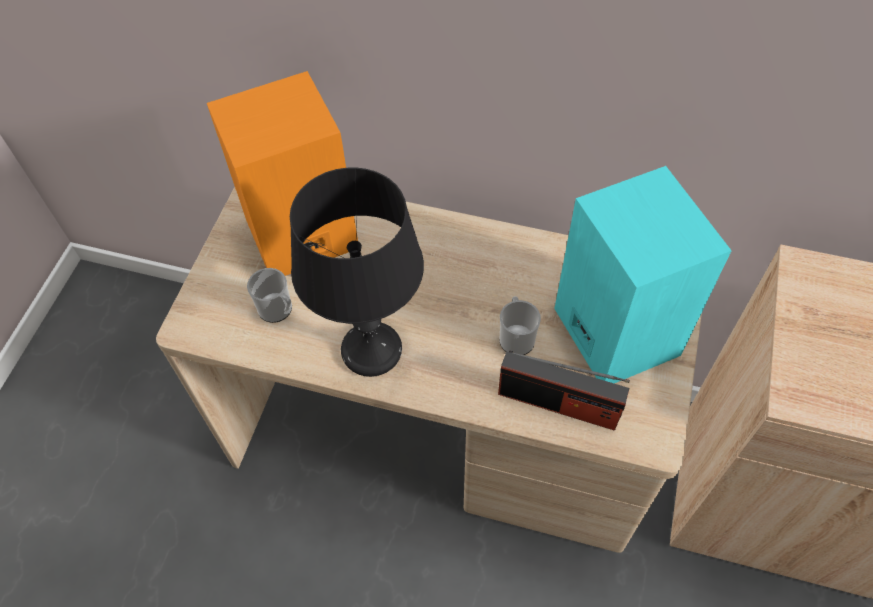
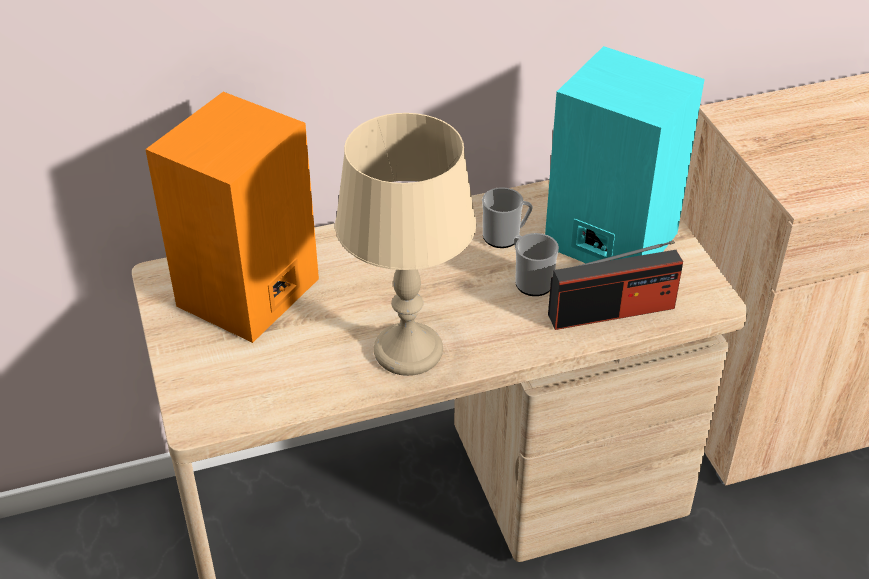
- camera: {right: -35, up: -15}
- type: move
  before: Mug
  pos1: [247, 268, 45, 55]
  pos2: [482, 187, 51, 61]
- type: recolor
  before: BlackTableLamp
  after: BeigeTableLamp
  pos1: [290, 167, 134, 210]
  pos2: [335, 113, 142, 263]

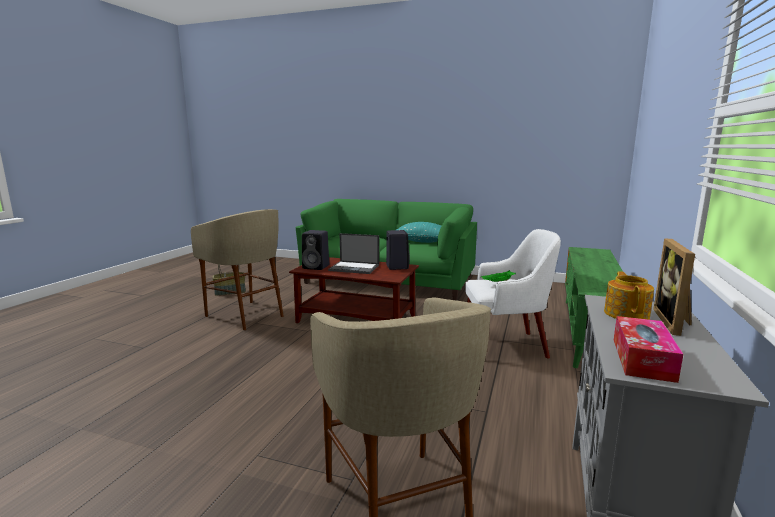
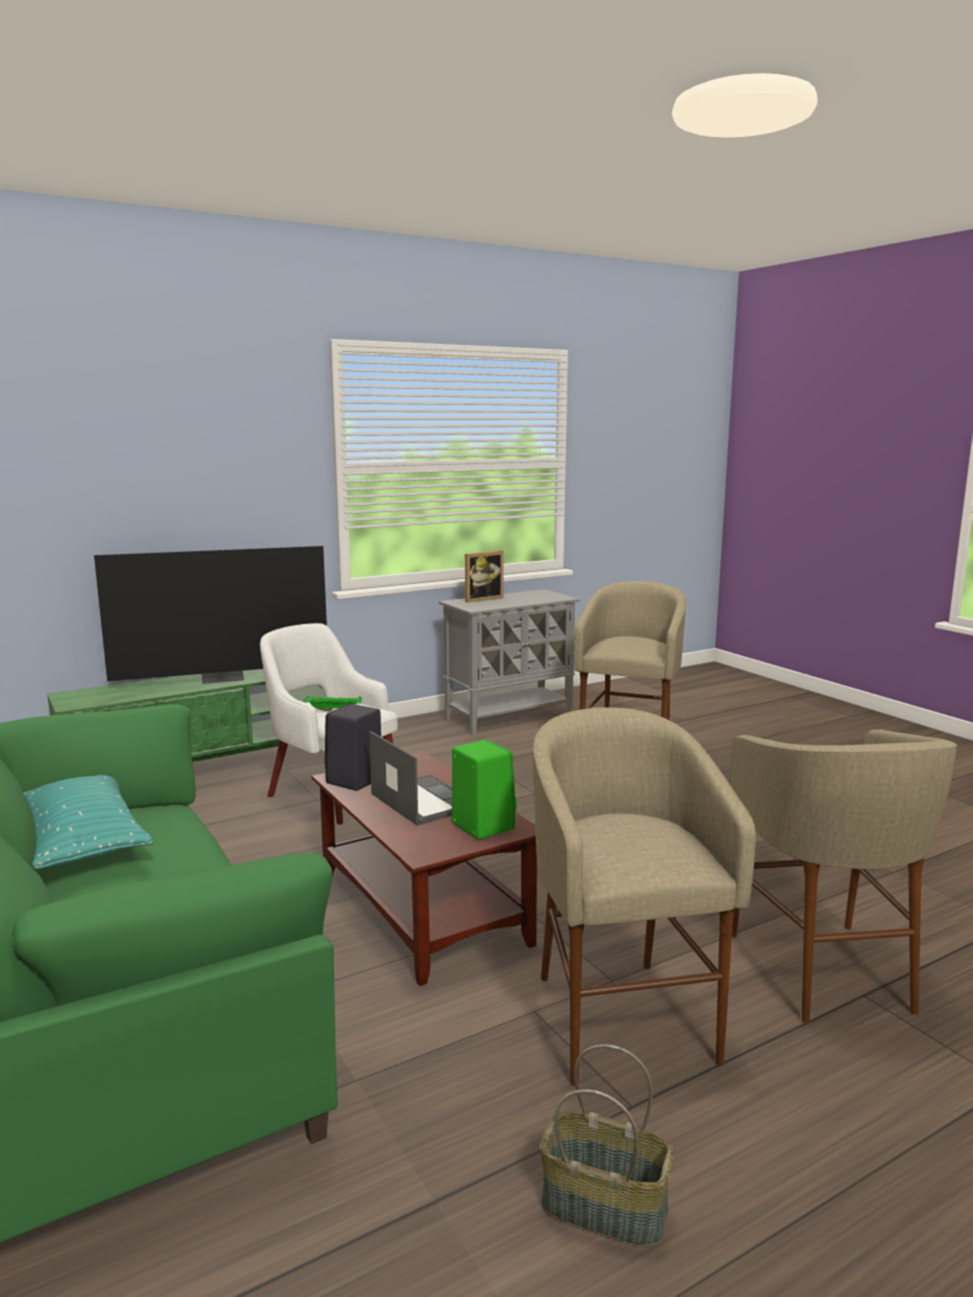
- camera: {right: -140, up: 0}
- type: recolor
  before: BlackSpeaker
  after: GreenSpeaker
  pos1: [302, 230, 27, 40]
  pos2: [452, 740, 65, 100]
- type: delete
  before: Teapot
  pos1: [604, 271, 50, 49]
- type: delete
  before: TissueBox
  pos1: [614, 316, 69, 67]
- type: insert
  after: Television
  pos2: [94, 546, 233, 138]
- type: insert
  after: BeigeStool
  pos2: [730, 730, 227, 294]

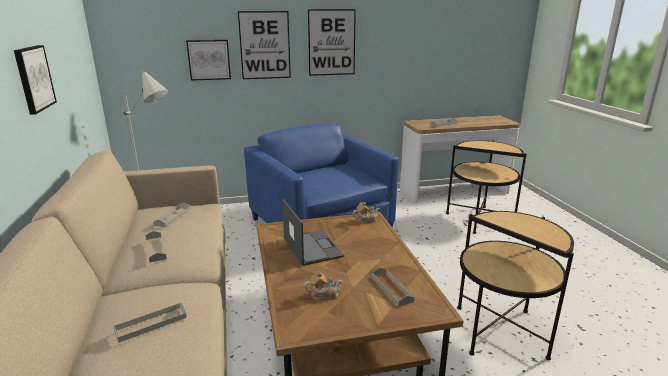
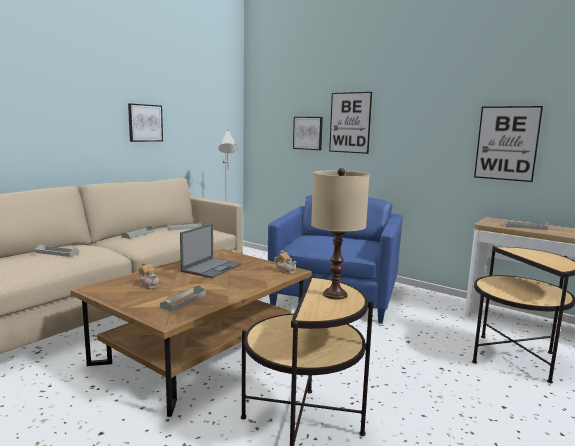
- camera: {right: 50, up: -10}
- type: move
  before: Picture
  pos1: [308, 9, 48, 67]
  pos2: [474, 106, 69, 76]
- type: insert
  after: BeigeTableLamp
  pos2: [311, 168, 59, 131]

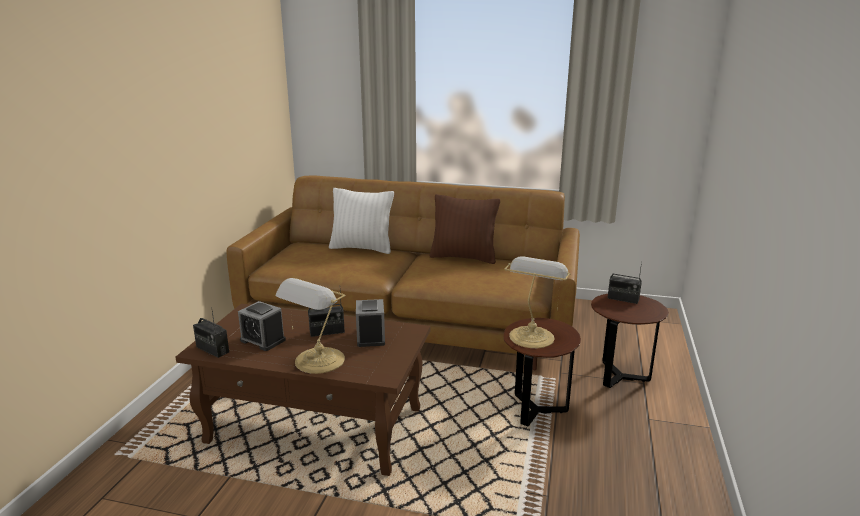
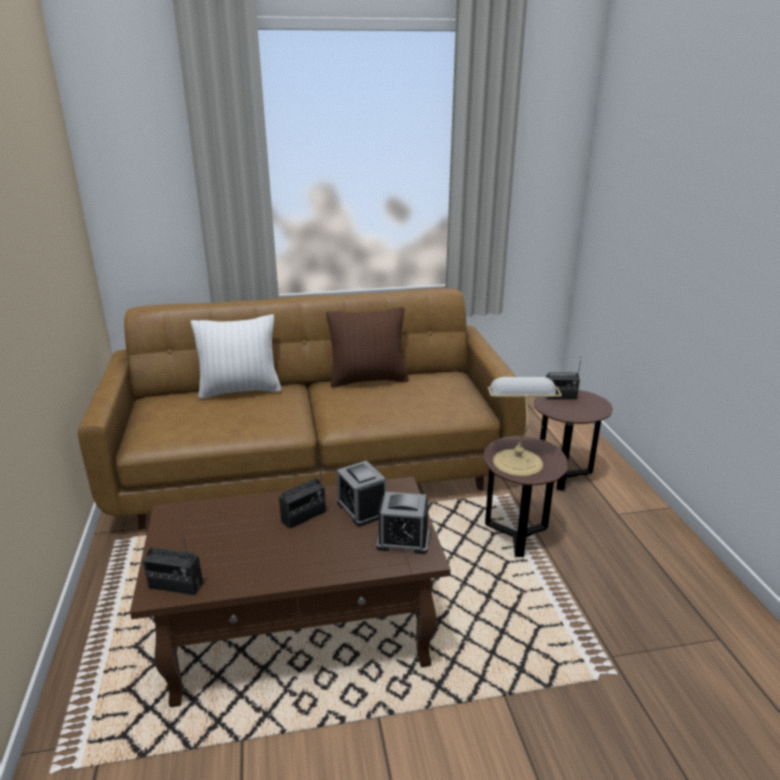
- camera: {right: -25, up: 5}
- type: move
  before: AlarmClock
  pos1: [238, 301, 48, 50]
  pos2: [377, 492, 53, 62]
- type: delete
  before: TableLamp
  pos1: [276, 278, 69, 96]

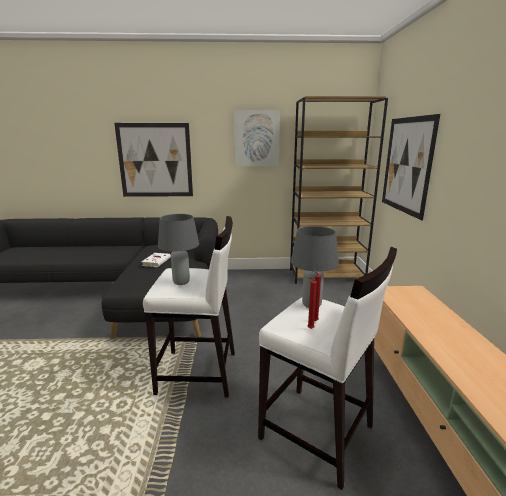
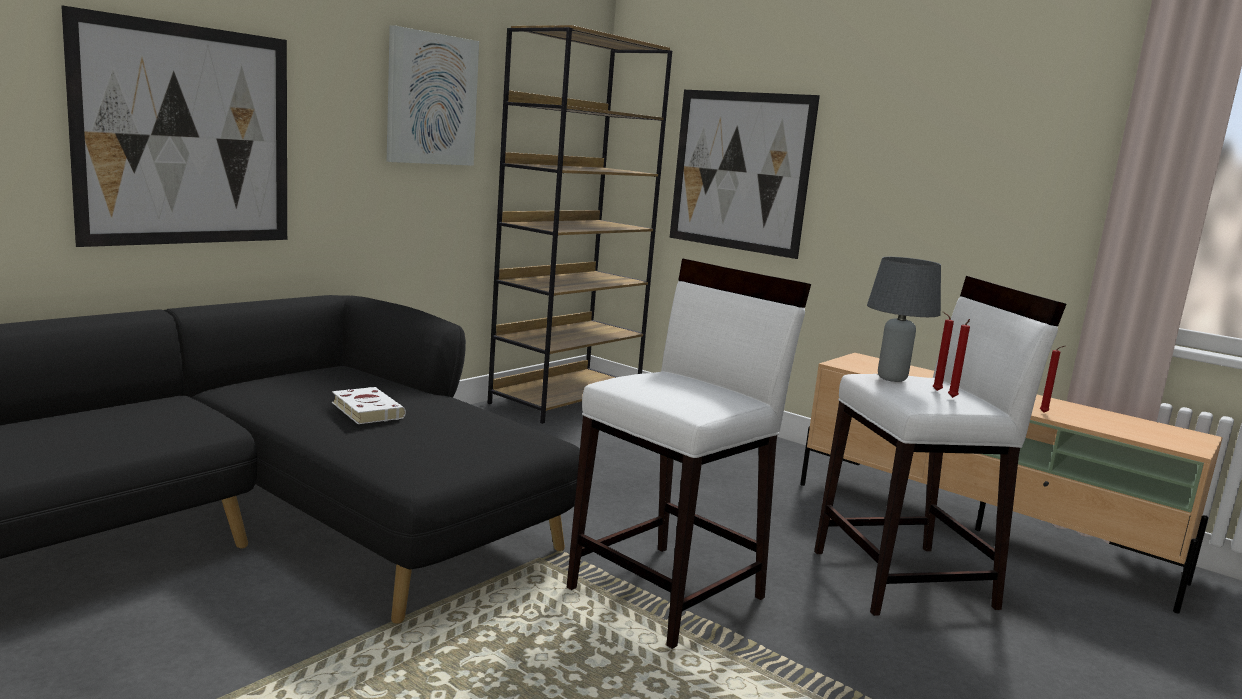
- camera: {right: -50, up: -5}
- type: delete
  before: GreyTableLamp
  pos1: [158, 214, 41, 71]
- type: insert
  after: RedCandle
  pos2: [1040, 345, 26, 68]

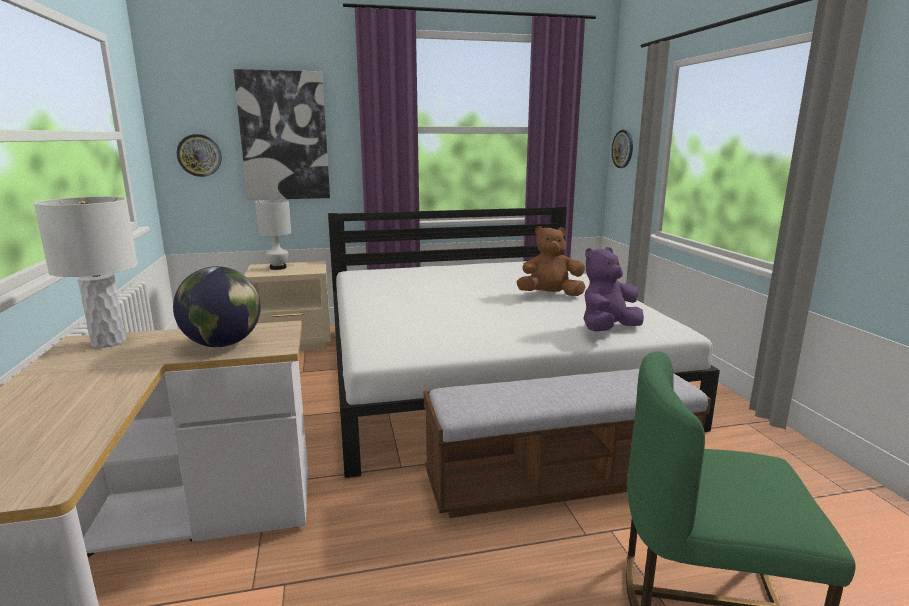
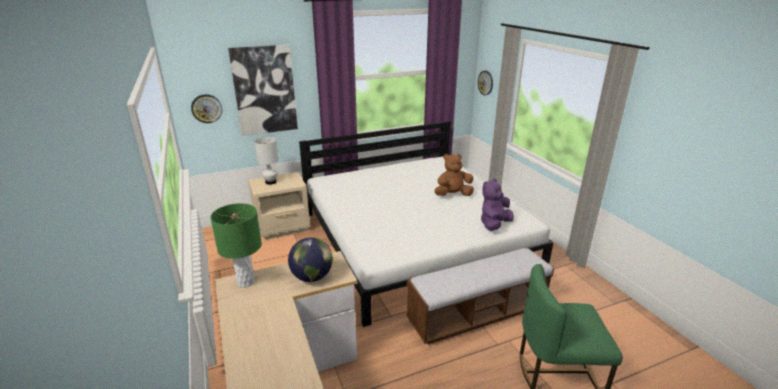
- camera: {right: -10, up: 10}
- type: recolor
  before: WhiteTableLamp
  after: GreenTableLamp
  pos1: [33, 196, 105, 152]
  pos2: [210, 203, 52, 85]

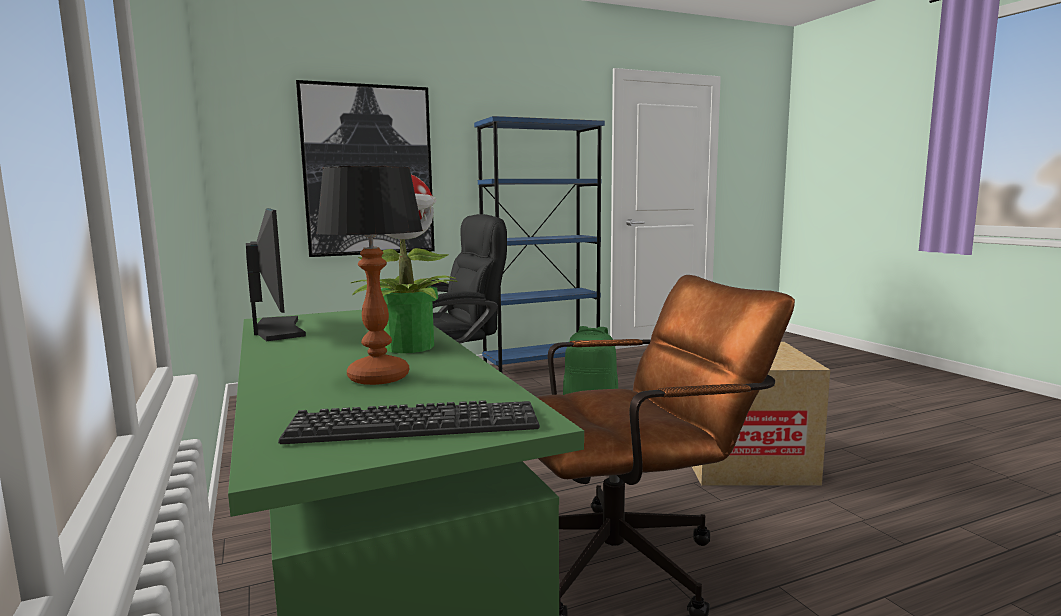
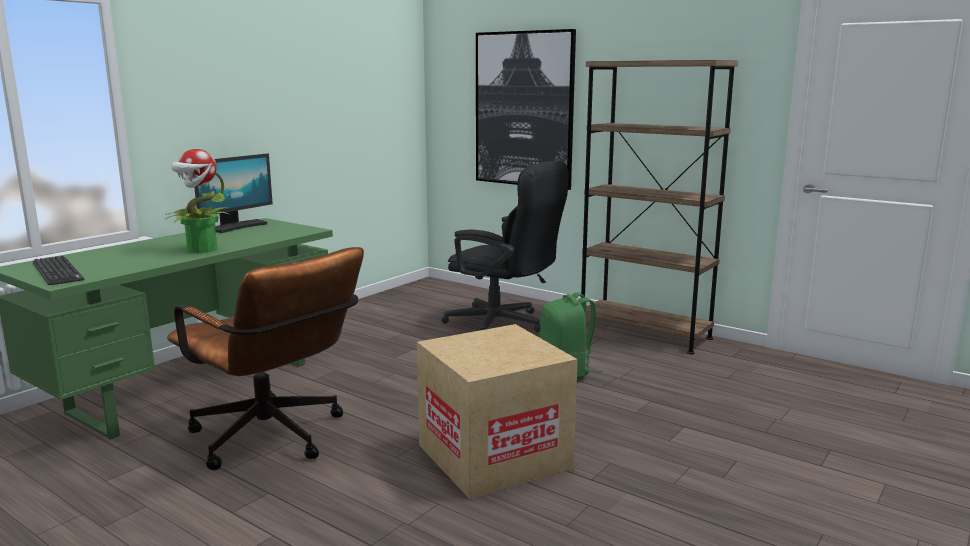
- camera: {right: 60, up: 5}
- type: delete
  before: TableLamp
  pos1: [316, 166, 107, 219]
- type: recolor
  before: BlueBookcase
  after: BrownBookcase
  pos1: [474, 116, 131, 257]
  pos2: [581, 60, 157, 294]

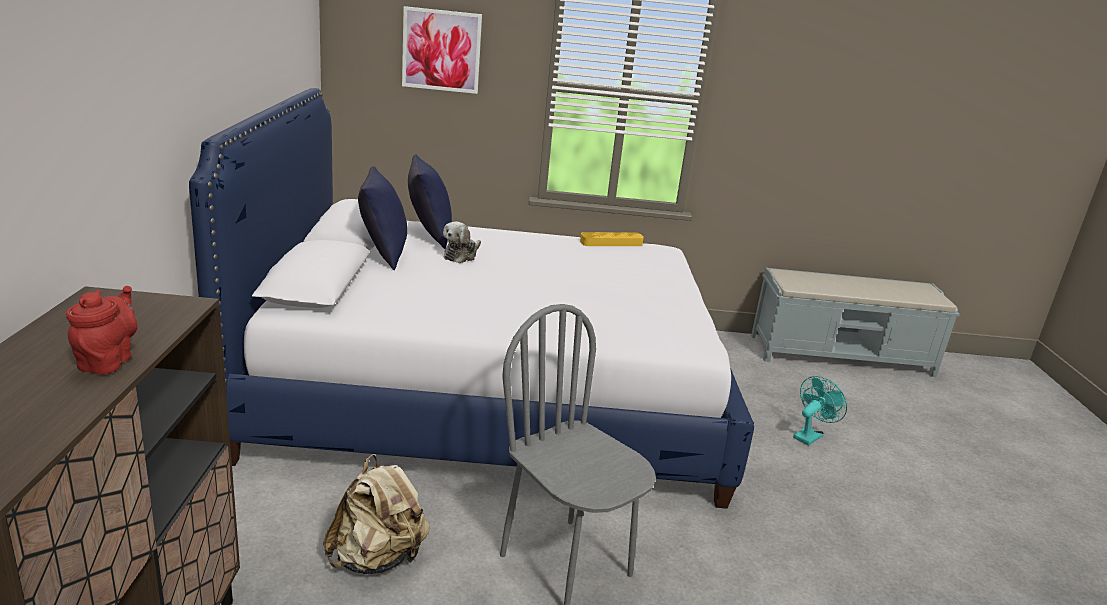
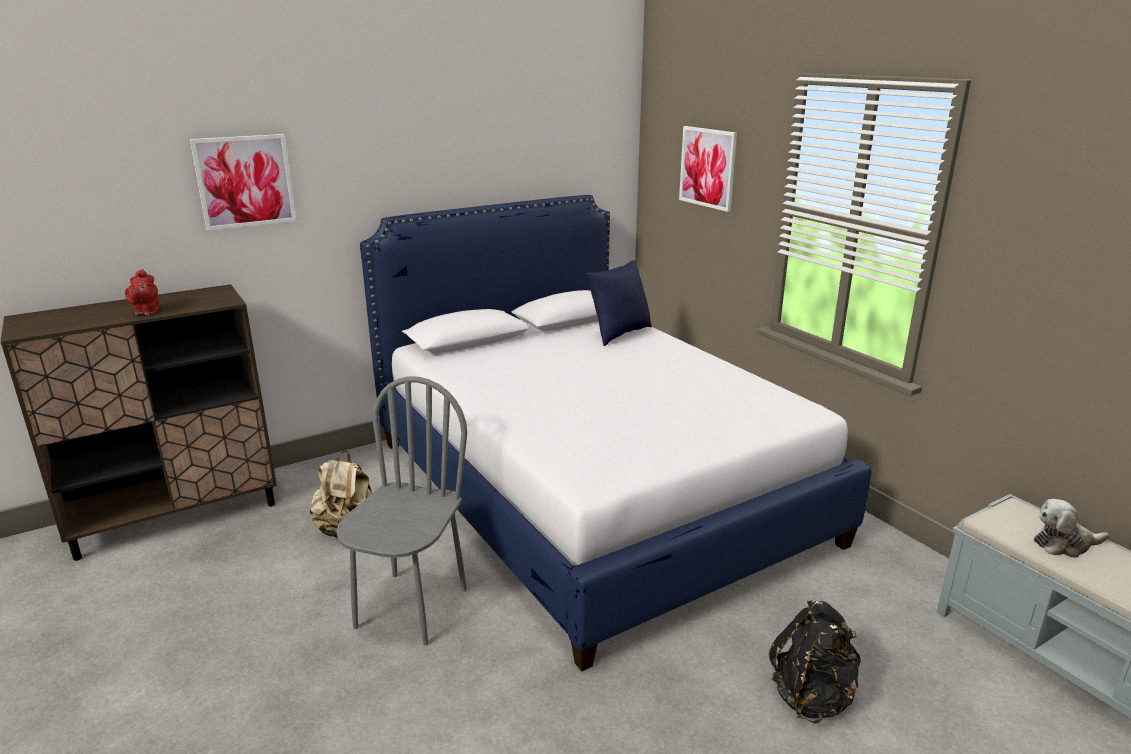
- camera: {right: 60, up: 0}
- type: rotate
  before: RedTeapot
  pos1: [66, 286, 72, 89]
  pos2: [125, 269, 35, 46]
  turn: 105
- type: delete
  before: BluePillow
  pos1: [358, 166, 50, 104]
- type: move
  before: PlushToy
  pos1: [443, 221, 38, 42]
  pos2: [1034, 499, 75, 59]
- type: delete
  before: YellowTray
  pos1: [580, 232, 64, 14]
- type: replace
  before: TurquoiseFan
  after: BlackBackpack
  pos1: [793, 376, 54, 69]
  pos2: [769, 600, 92, 123]
- type: insert
  after: Picture
  pos2: [190, 134, 106, 97]

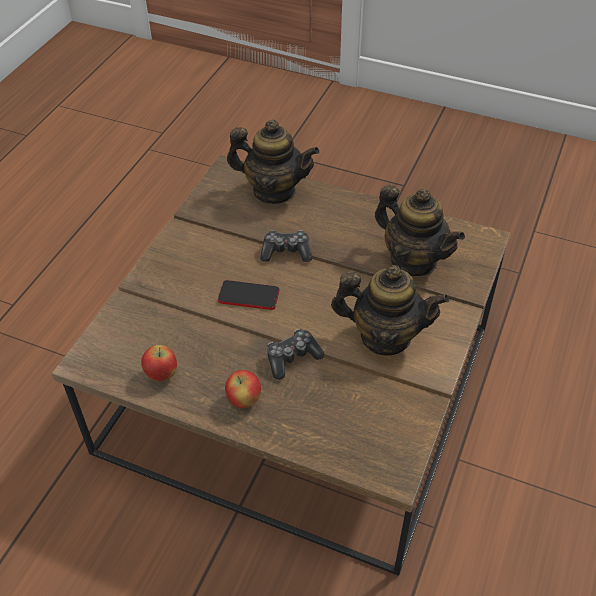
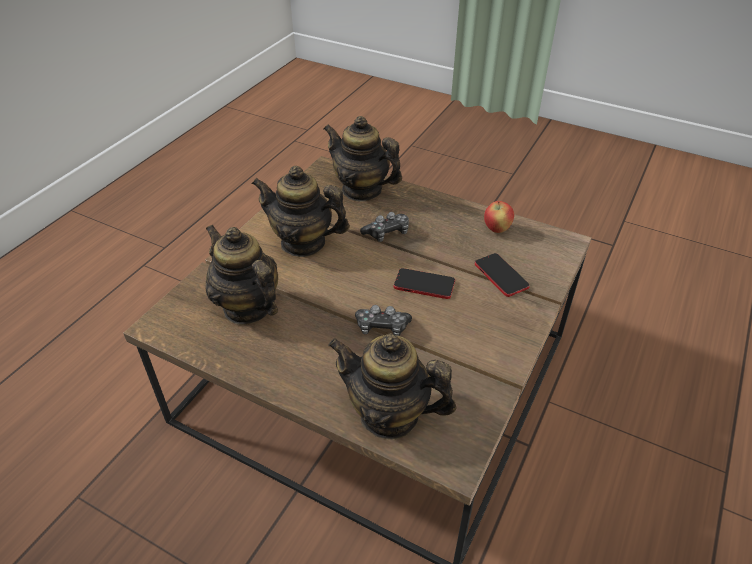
- camera: {right: -175, up: -5}
- type: delete
  before: Apple
  pos1: [225, 370, 36, 38]
- type: insert
  after: Teapot
  pos2: [324, 116, 78, 86]
- type: insert
  after: Phone
  pos2: [475, 253, 55, 44]

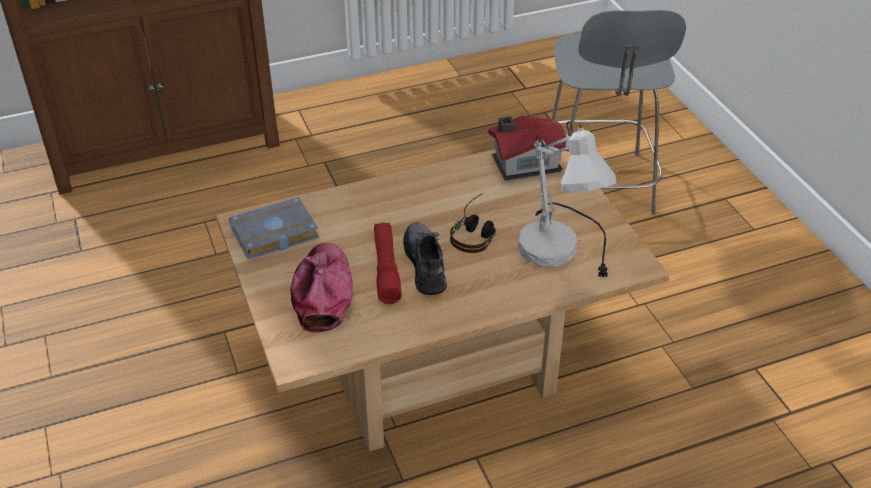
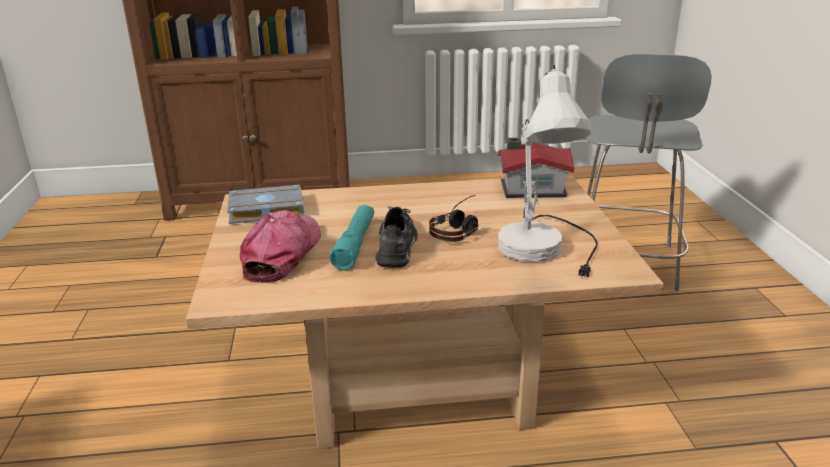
- camera: {right: 15, up: -15}
- type: recolor
  before: RedFlashlight
  after: TurquoiseFlashlight
  pos1: [374, 222, 28, 82]
  pos2: [329, 205, 45, 66]

